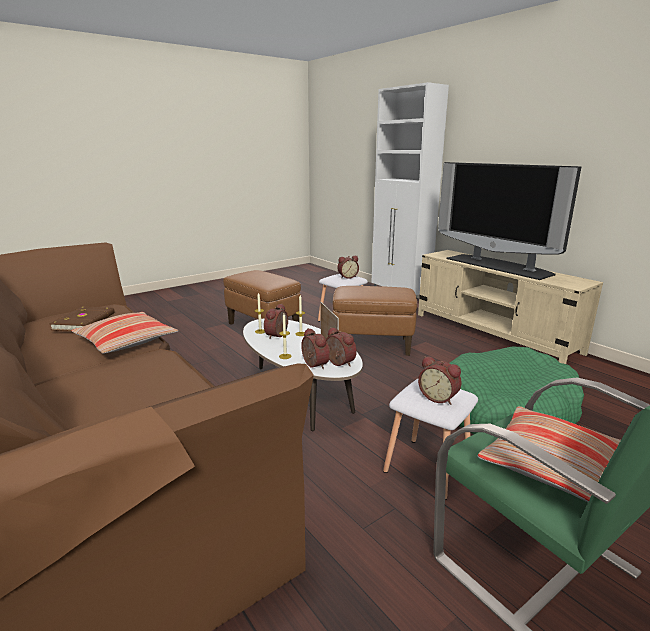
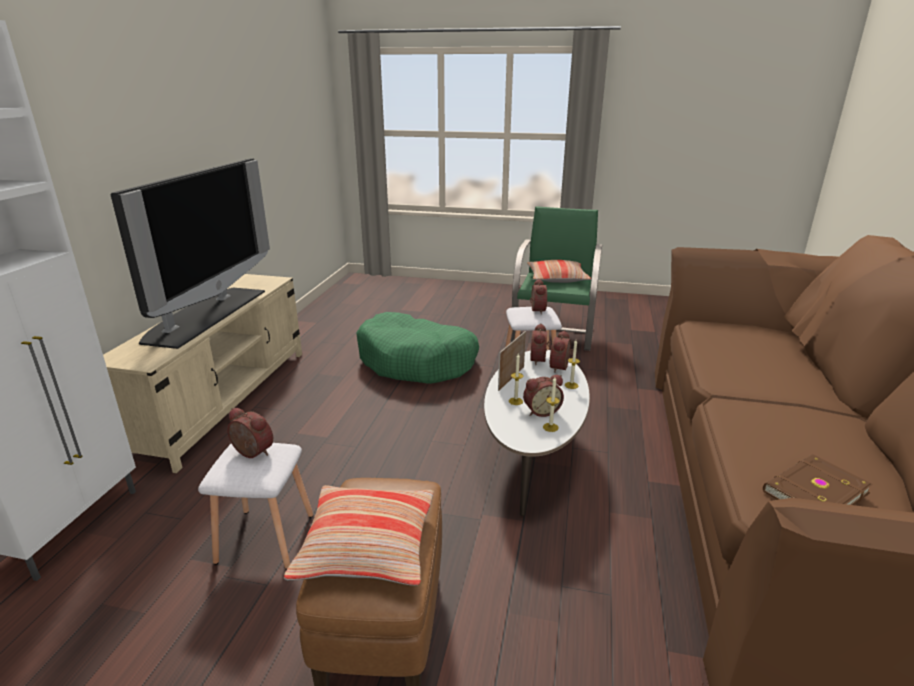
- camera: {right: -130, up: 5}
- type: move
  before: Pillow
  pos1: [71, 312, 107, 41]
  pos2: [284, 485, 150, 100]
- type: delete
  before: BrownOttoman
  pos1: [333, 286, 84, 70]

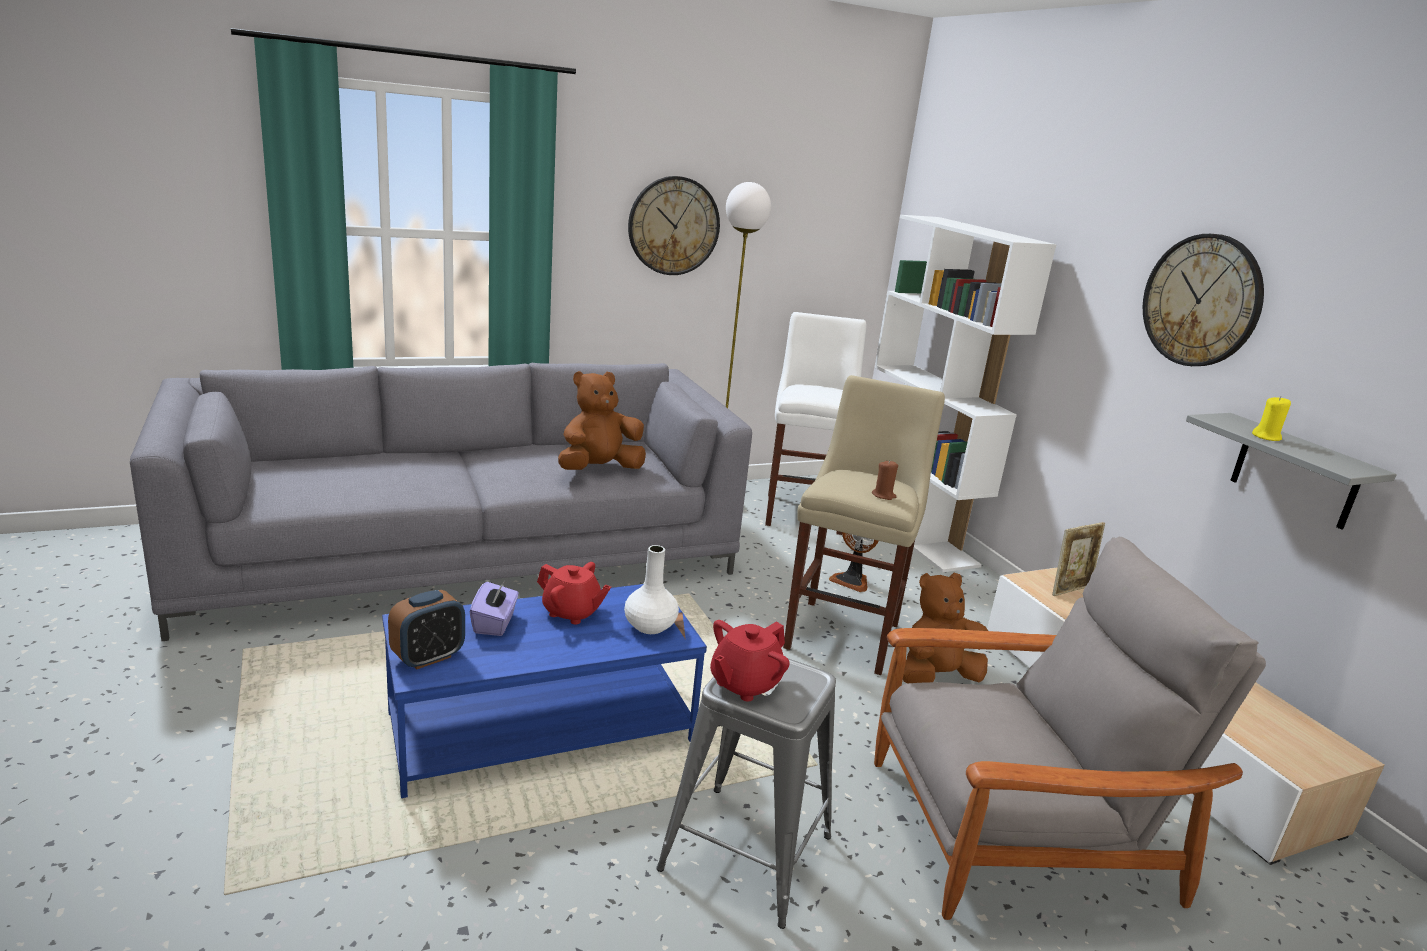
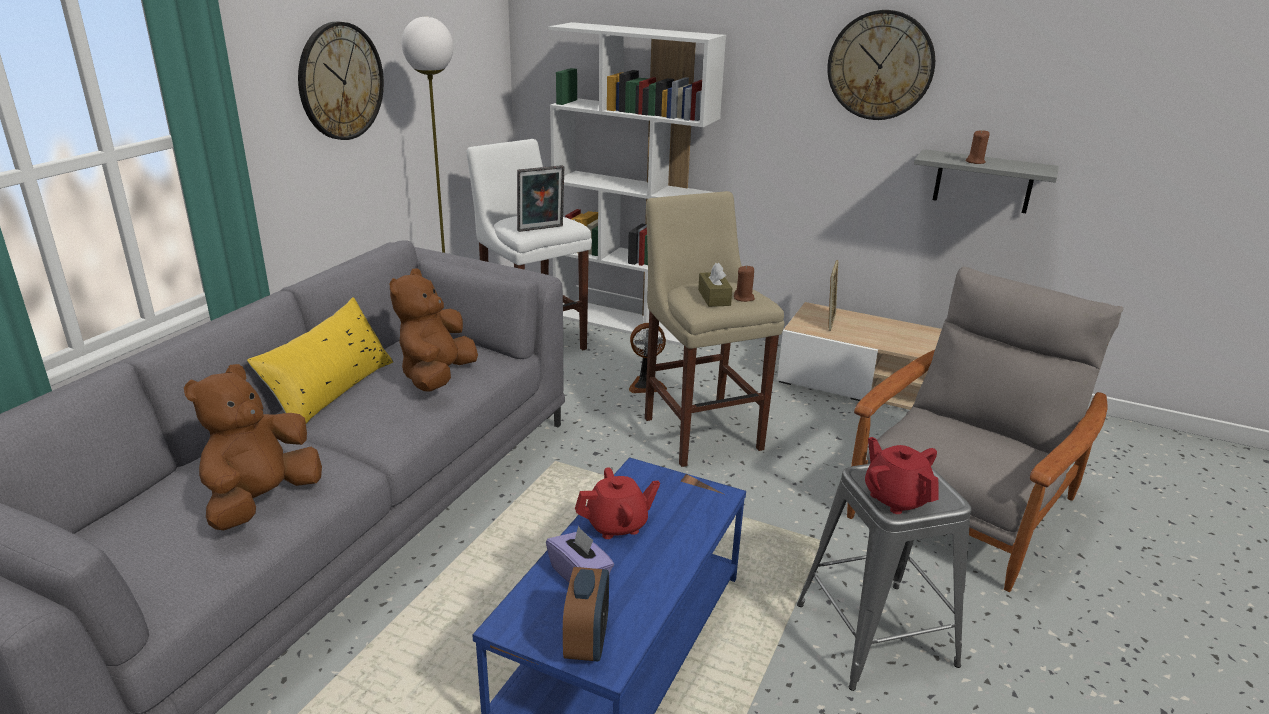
- camera: {right: -40, up: 5}
- type: delete
  before: WhiteVase
  pos1: [624, 545, 55, 89]
- type: rotate
  before: RedTeapot
  pos1: [710, 620, 80, 82]
  pos2: [865, 437, 73, 77]
  turn: 150
- type: move
  before: BrownPlushToy
  pos1: [903, 573, 85, 111]
  pos2: [184, 364, 138, 166]
- type: recolor
  before: YellowCandle
  after: BrownCandle
  pos1: [1252, 396, 39, 45]
  pos2: [966, 129, 24, 35]
- type: insert
  after: YellowPillow
  pos2: [247, 297, 146, 127]
- type: insert
  after: PictureFrame
  pos2: [517, 165, 48, 67]
- type: insert
  after: BrownTissueBox
  pos2: [698, 263, 34, 44]

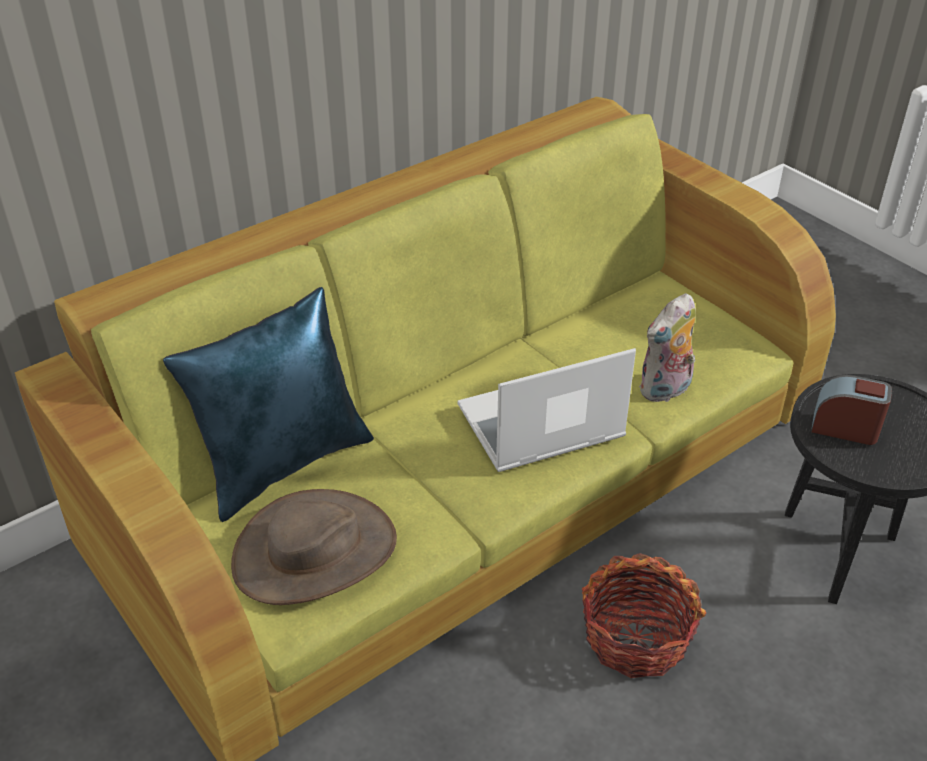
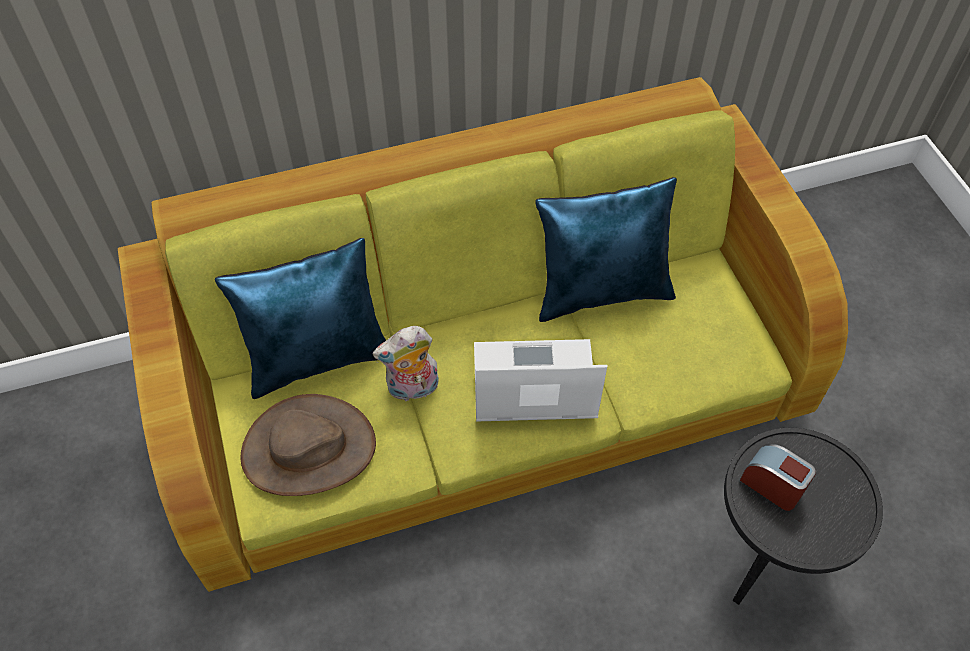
- camera: {right: 20, up: 15}
- type: delete
  before: Basket
  pos1: [582, 553, 124, 125]
- type: move
  before: PlushToy
  pos1: [639, 293, 57, 109]
  pos2: [372, 326, 67, 75]
- type: insert
  after: BluePillow
  pos2: [535, 177, 142, 145]

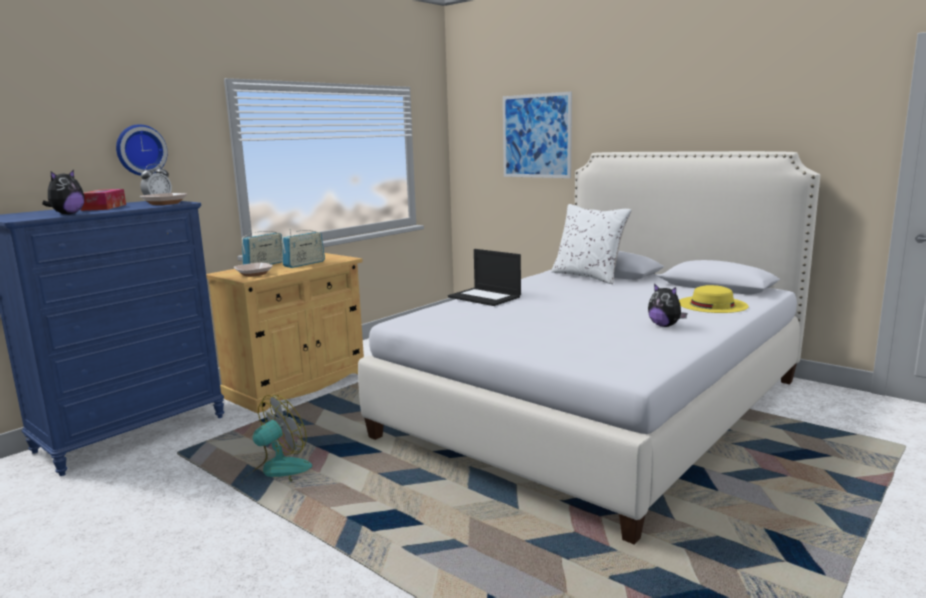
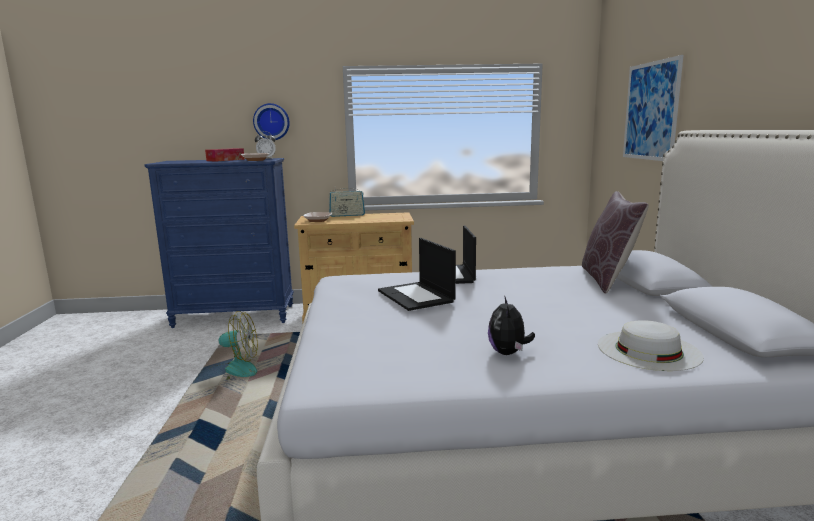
- camera: {right: 45, up: 0}
- type: delete
  before: PlushToy
  pos1: [42, 169, 43, 45]
- type: delete
  before: Radio
  pos1: [282, 229, 43, 39]
- type: recolor
  before: WhitePillow
  after: BrownPillow
  pos1: [551, 204, 81, 80]
  pos2: [582, 191, 67, 103]
- type: recolor
  before: YellowHat
  after: WhiteHat
  pos1: [679, 285, 69, 28]
  pos2: [598, 320, 106, 51]
- type: insert
  after: Laptop
  pos2: [378, 238, 78, 73]

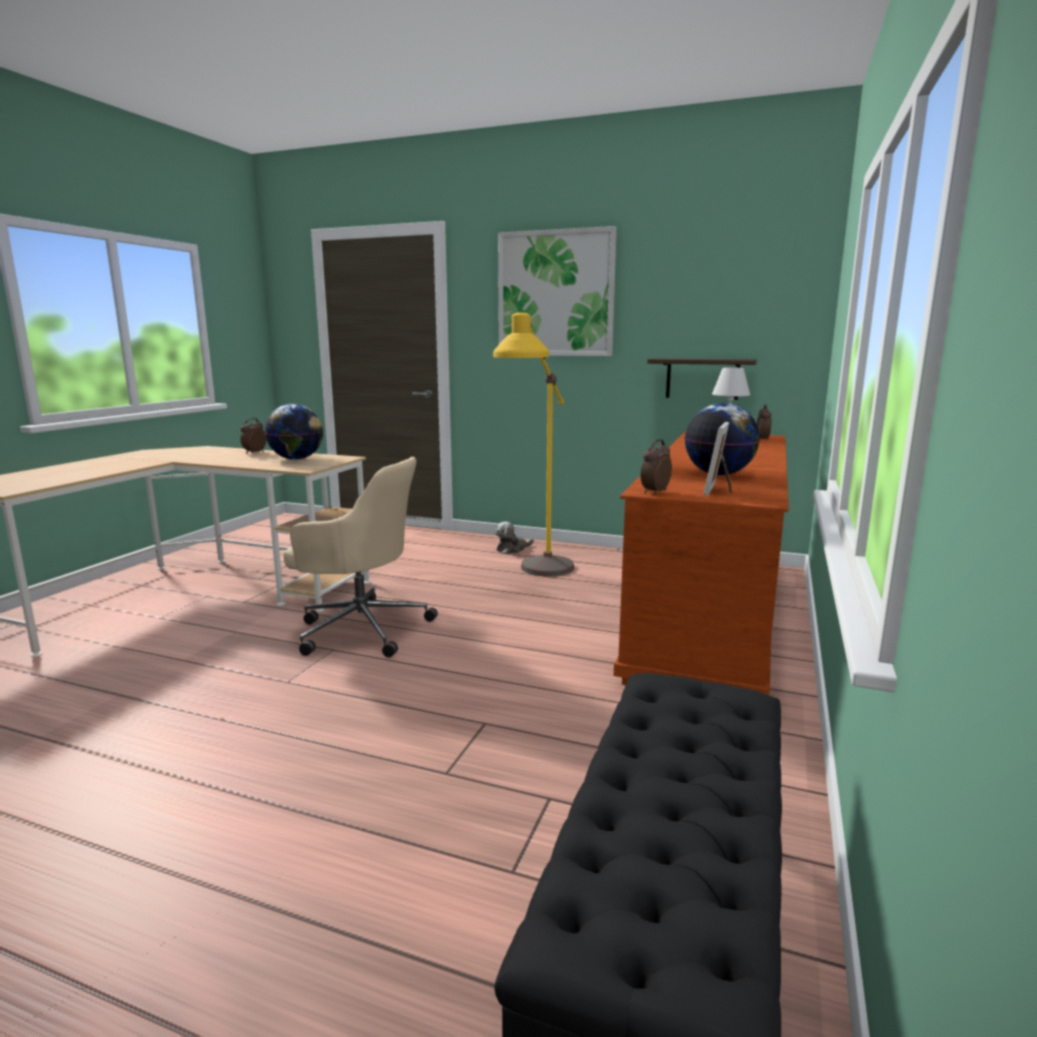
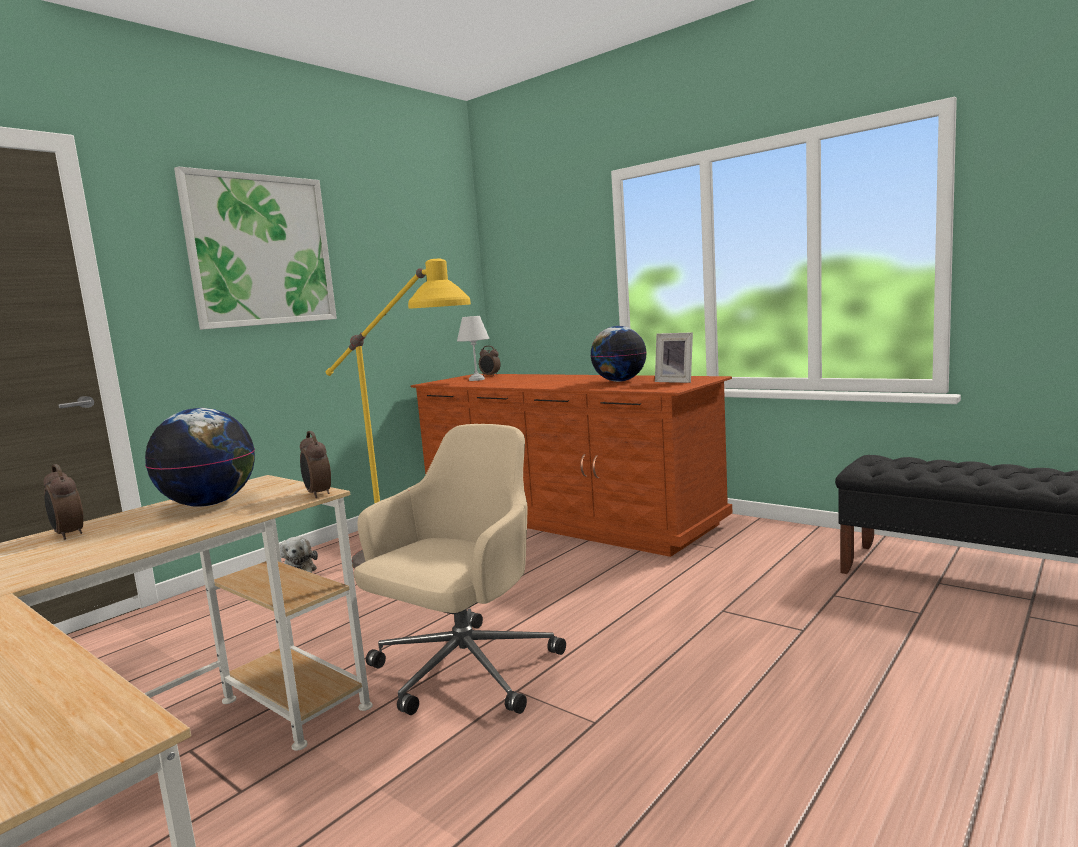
- camera: {right: -70, up: -5}
- type: move
  before: AlarmClock
  pos1: [641, 439, 31, 55]
  pos2: [300, 431, 31, 67]
- type: delete
  before: Shelf
  pos1: [647, 358, 110, 42]

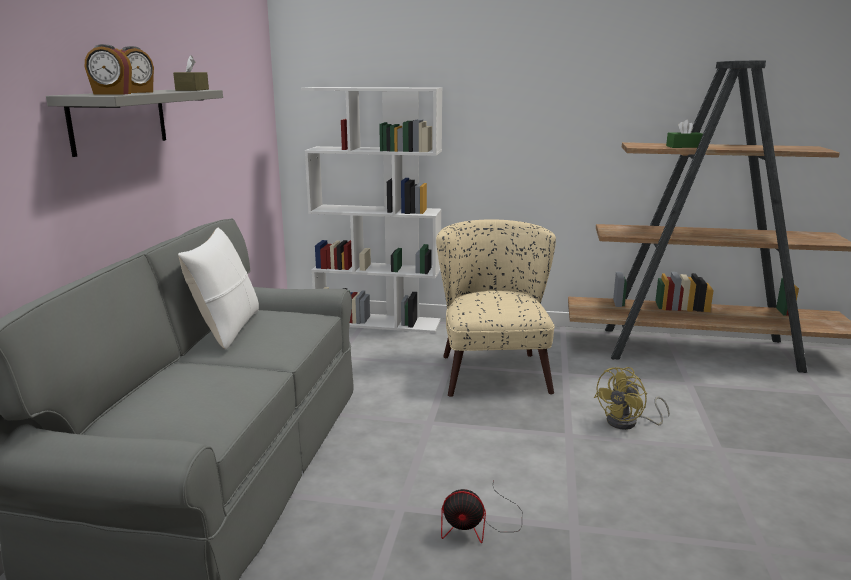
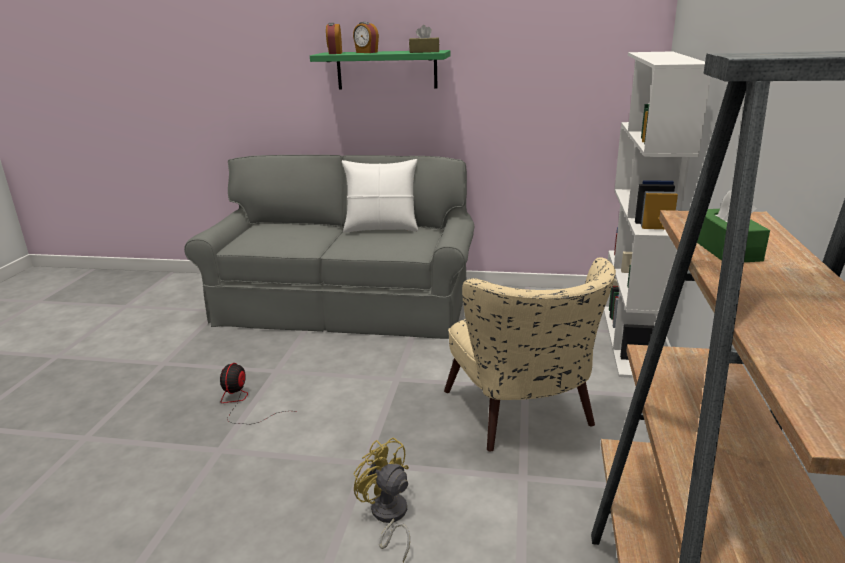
- camera: {right: 90, up: 5}
- type: recolor
  before: GreyShelf
  after: GreenShelf
  pos1: [46, 90, 177, 67]
  pos2: [310, 50, 141, 40]
- type: rotate
  before: BeigeArmchair
  pos1: [436, 219, 120, 178]
  pos2: [444, 257, 172, 195]
  turn: 75

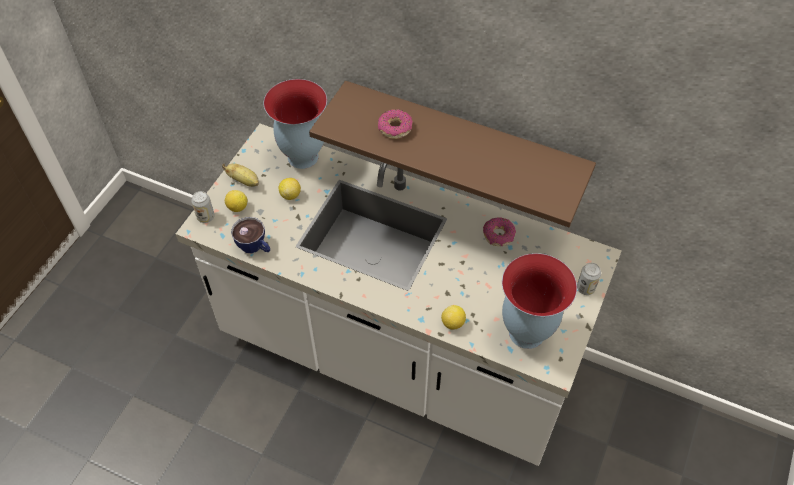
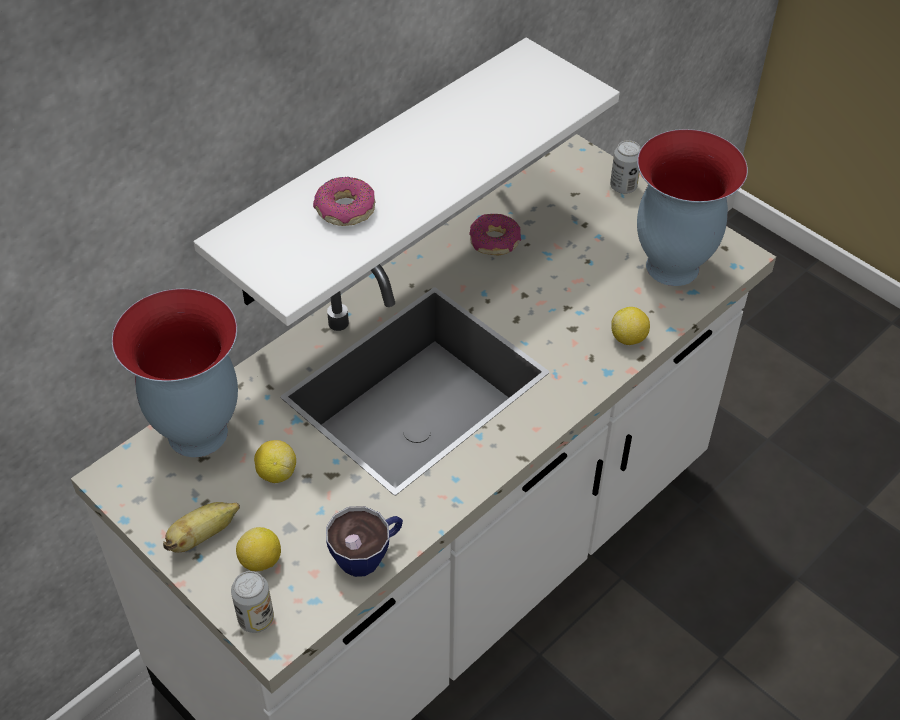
- camera: {right: -70, up: -5}
- type: recolor
  before: BrownShelf
  after: WhiteShelf
  pos1: [309, 81, 287, 146]
  pos2: [194, 38, 426, 288]

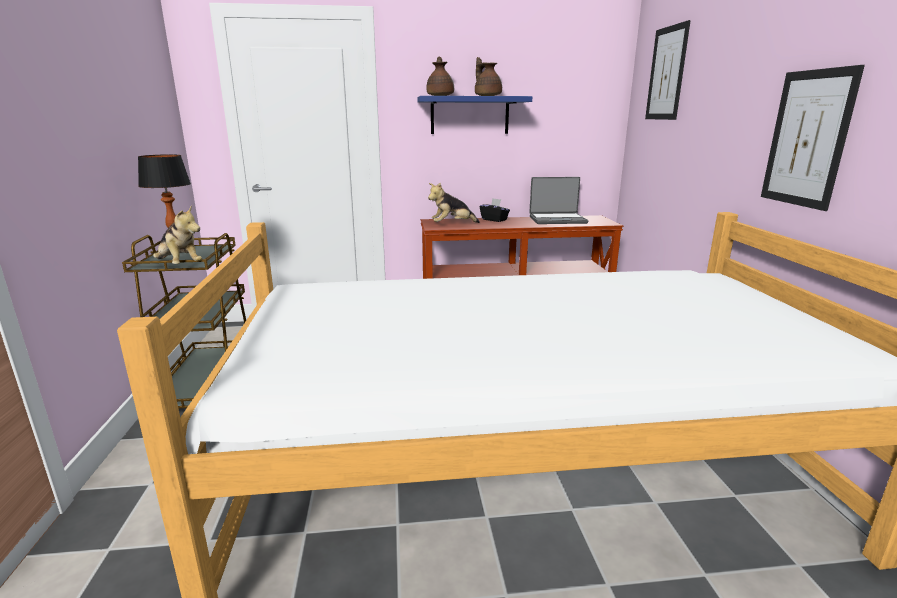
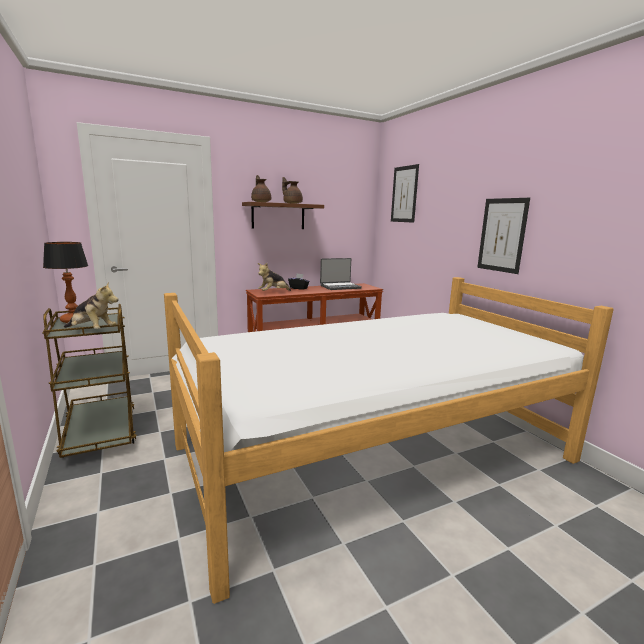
- camera: {right: -20, up: -5}
- type: recolor
  before: BlueShelf
  after: BrownShelf
  pos1: [417, 96, 115, 38]
  pos2: [242, 202, 82, 27]

